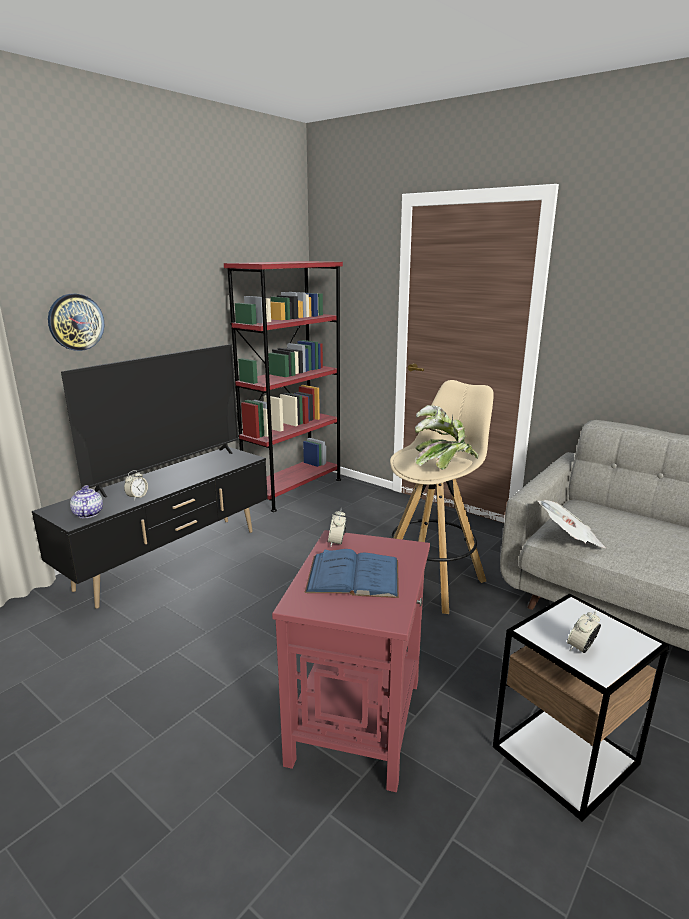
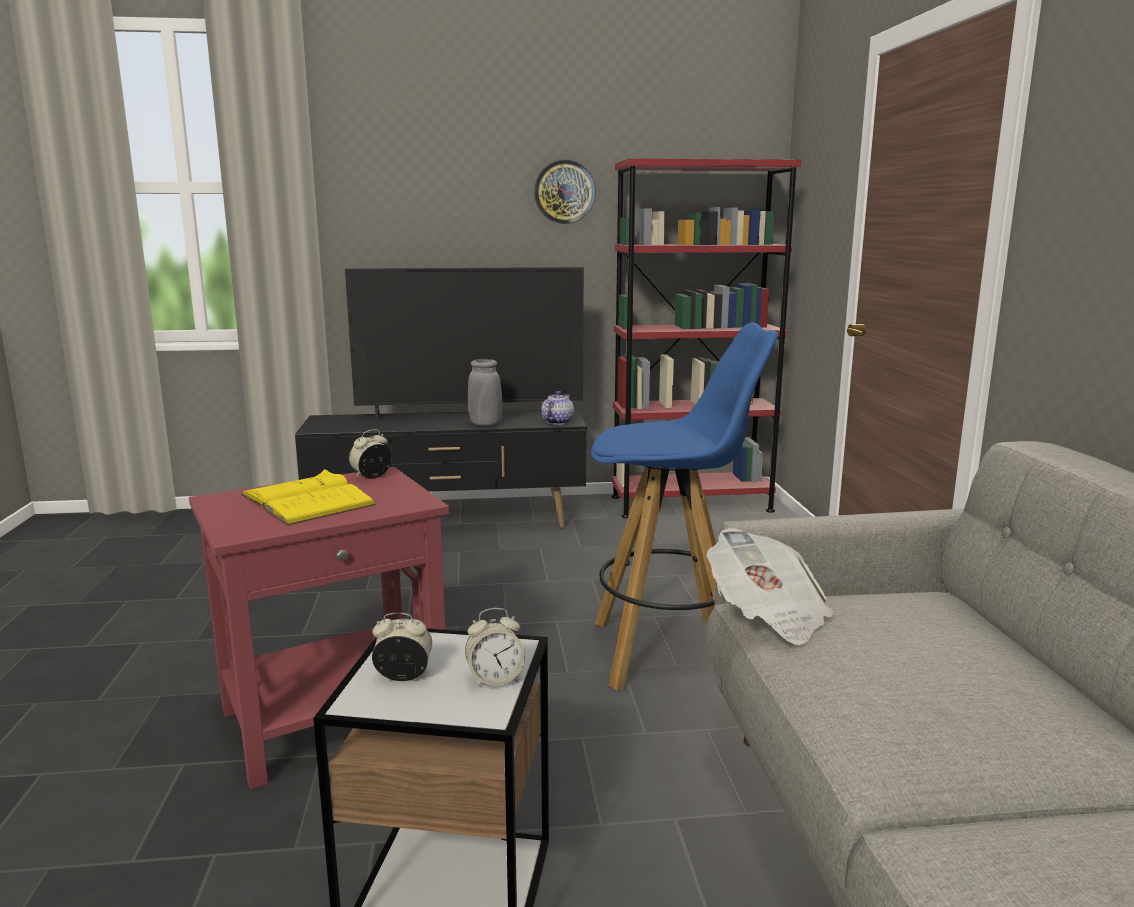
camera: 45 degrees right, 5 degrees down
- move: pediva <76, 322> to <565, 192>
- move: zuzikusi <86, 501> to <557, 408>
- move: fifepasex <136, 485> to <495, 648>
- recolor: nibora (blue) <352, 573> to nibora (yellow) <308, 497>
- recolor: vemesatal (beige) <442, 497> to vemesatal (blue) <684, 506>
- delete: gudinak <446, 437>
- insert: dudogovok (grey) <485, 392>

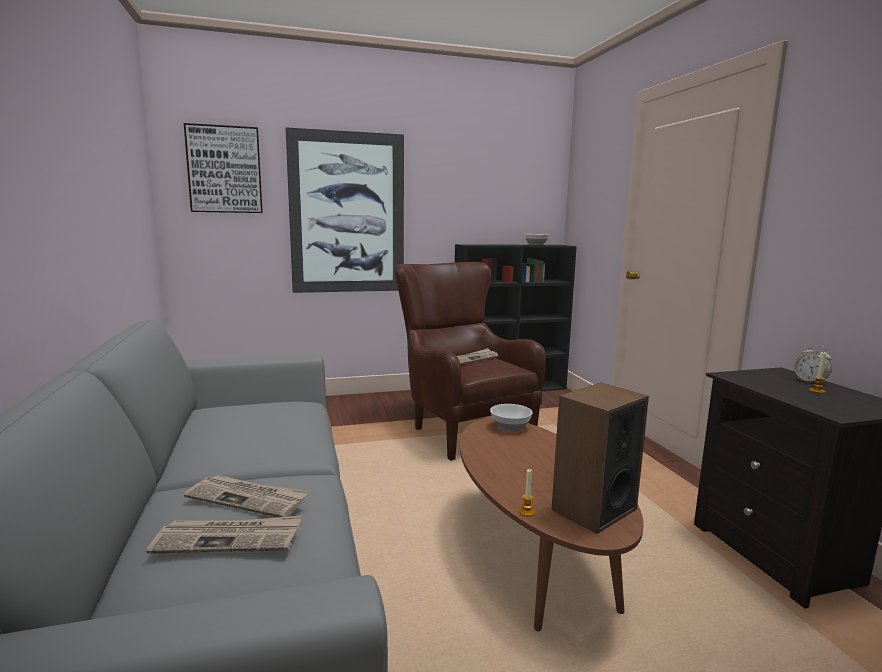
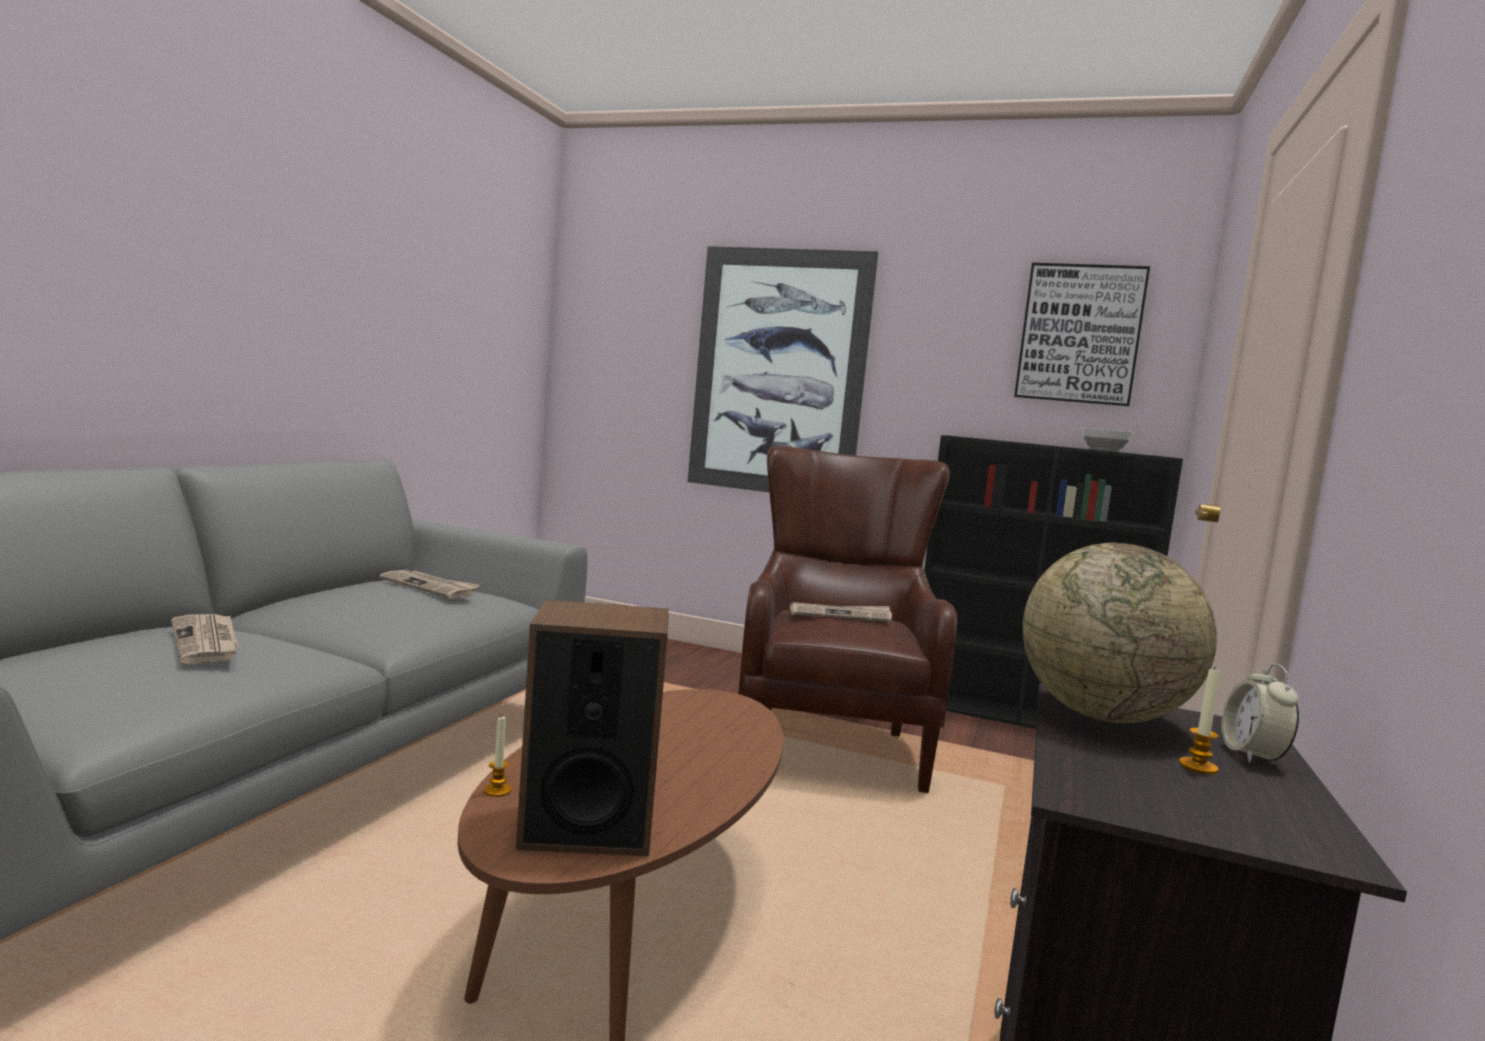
camera: 35 degrees right, 5 degrees down
- move: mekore <224, 534> to <429, 584>
- move: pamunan <223, 168> to <1082, 334>
- delete: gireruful <511, 418>
- insert: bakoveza <1120, 632>

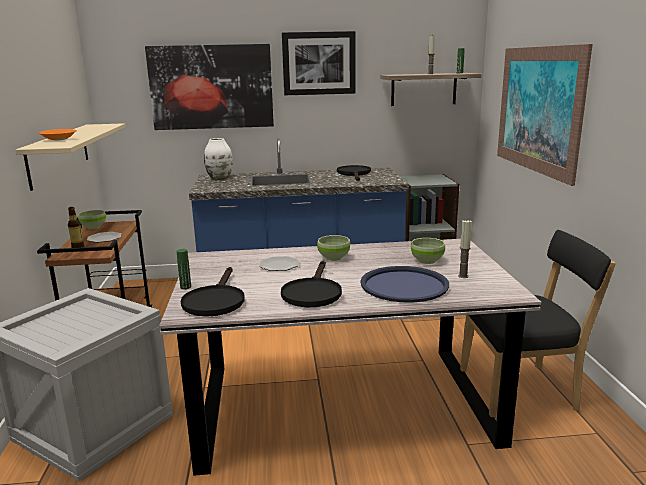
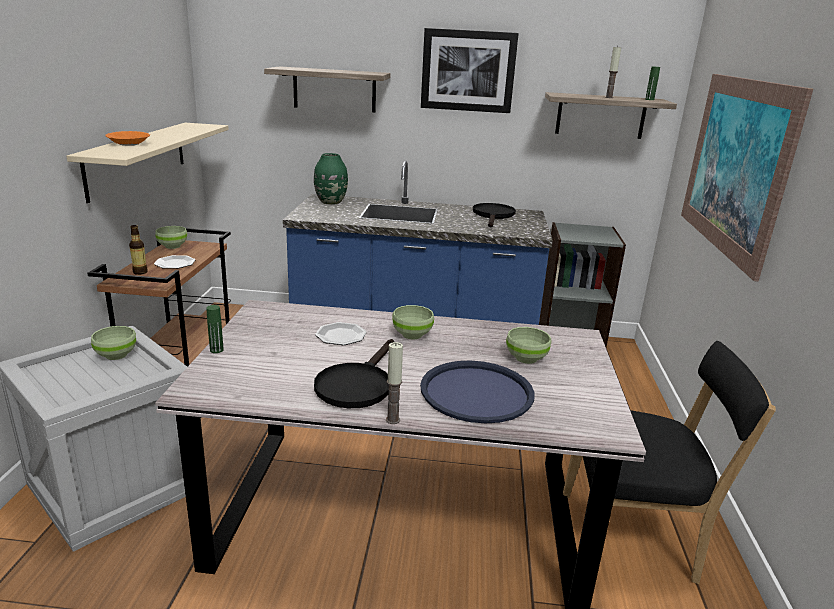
camera: 10 degrees right, 5 degrees up
- replace: pamunan <209, 87> to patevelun <327, 89>
- delete: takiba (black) <213, 292>
- recolor: dudogovok (white) <218, 159> to dudogovok (green) <331, 179>
- move: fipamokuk <465, 249> to <394, 383>
- insert: gireruful (green) <113, 343>

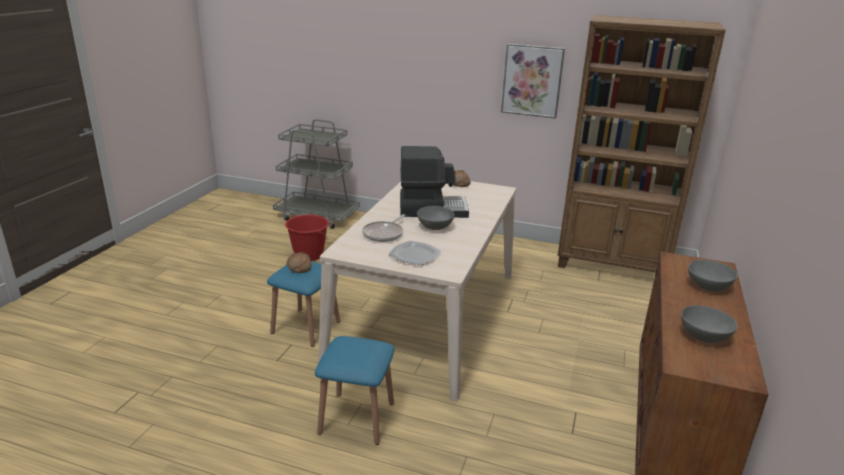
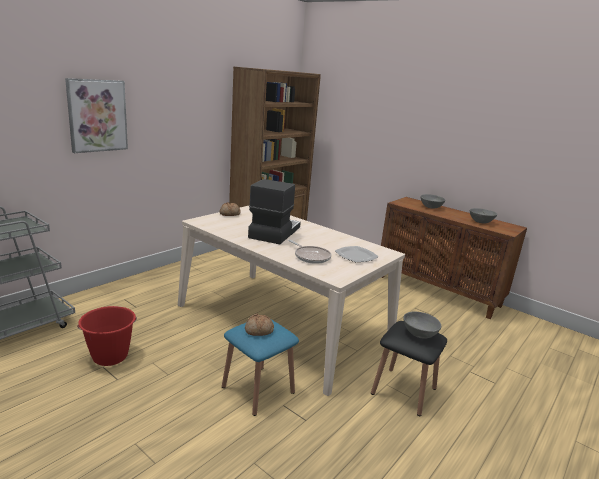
camera: 70 degrees left, 5 degrees down
- recolor: vemesatal (blue) <355, 390> to vemesatal (black) <409, 368>
- move: gireruful (grey) <436, 218> to <422, 325>
- move: pamunan <533, 81> to <96, 115>

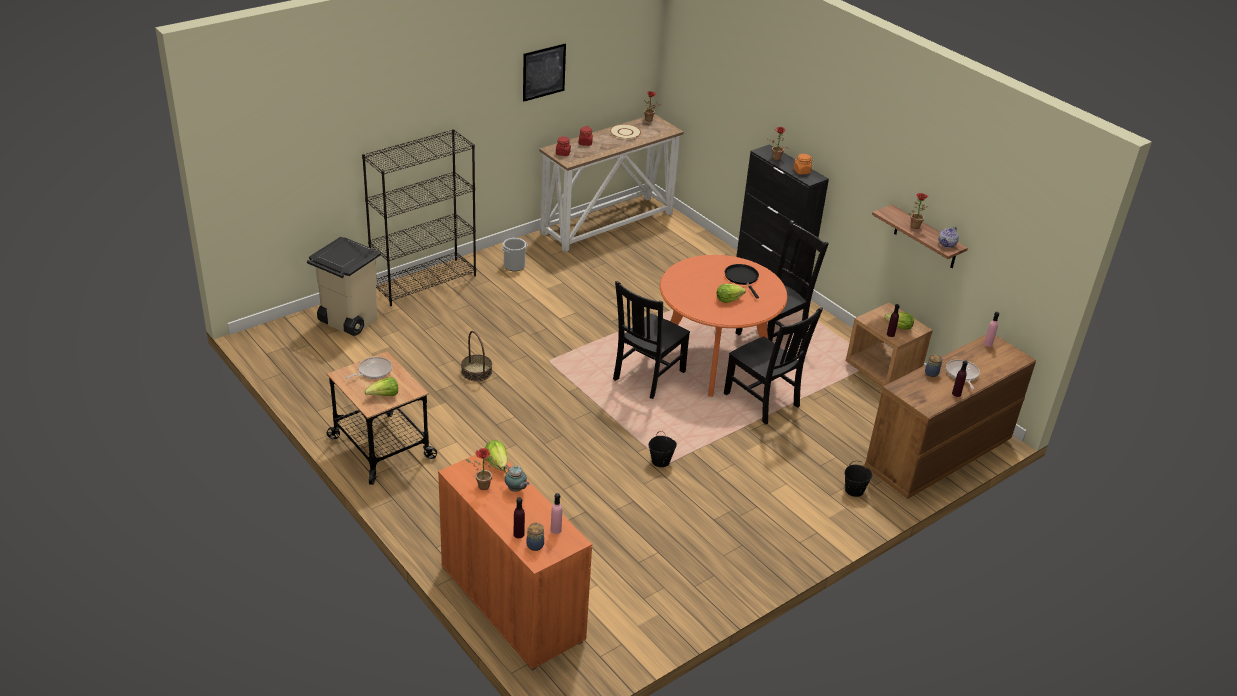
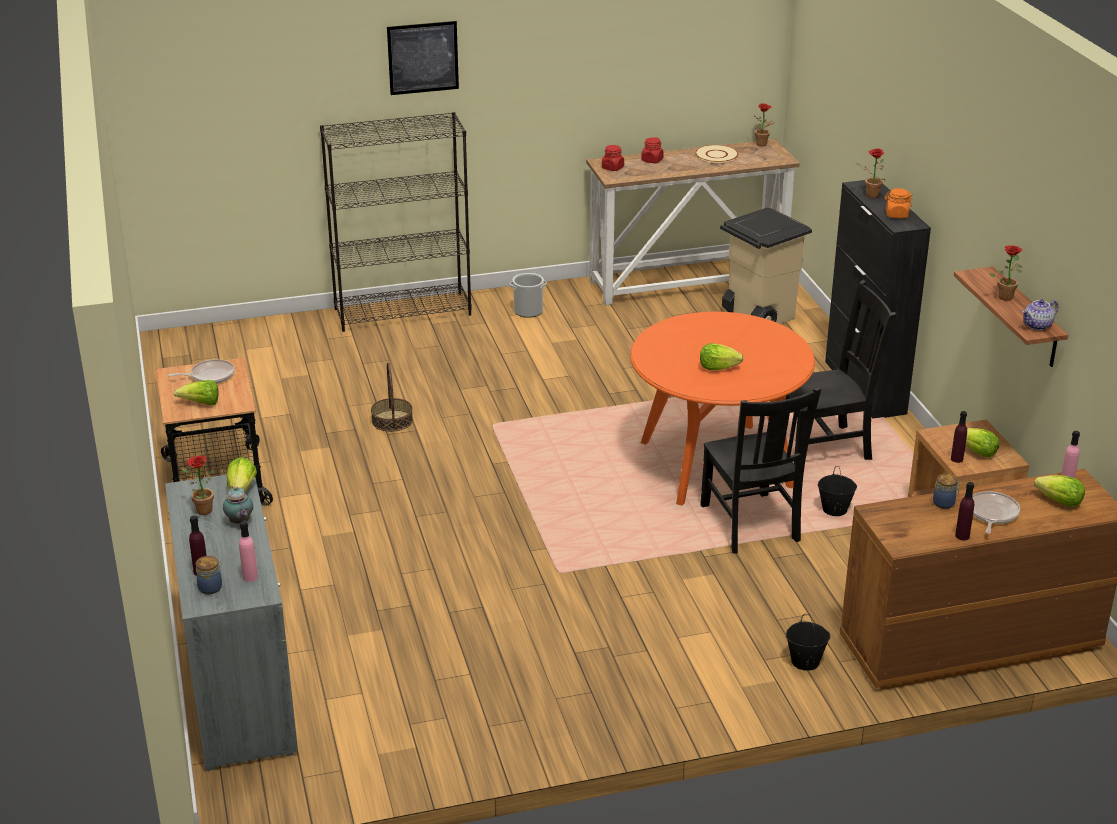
camera: 25 degrees right, 5 degrees down
- move: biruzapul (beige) <344, 286> to <766, 265>
- recolor: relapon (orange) <515, 563> to relapon (grey) <231, 623>
- move: pamunan <544, 72> to <423, 58>
- delete: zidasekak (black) <651, 340>
- move: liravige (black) <662, 449> to <837, 491>
- delete: takiba (black) <742, 281>
- insert: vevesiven <1059, 491>

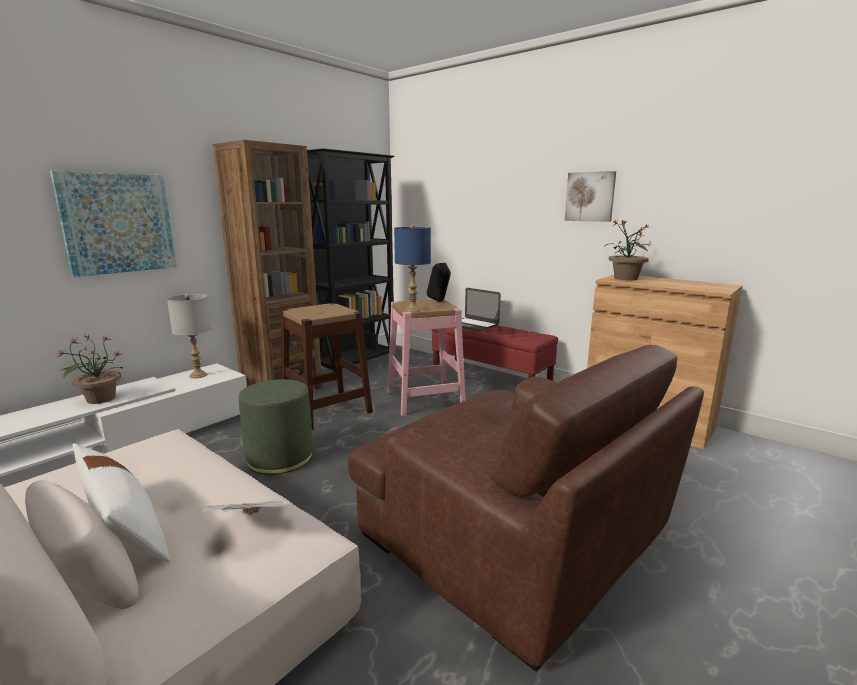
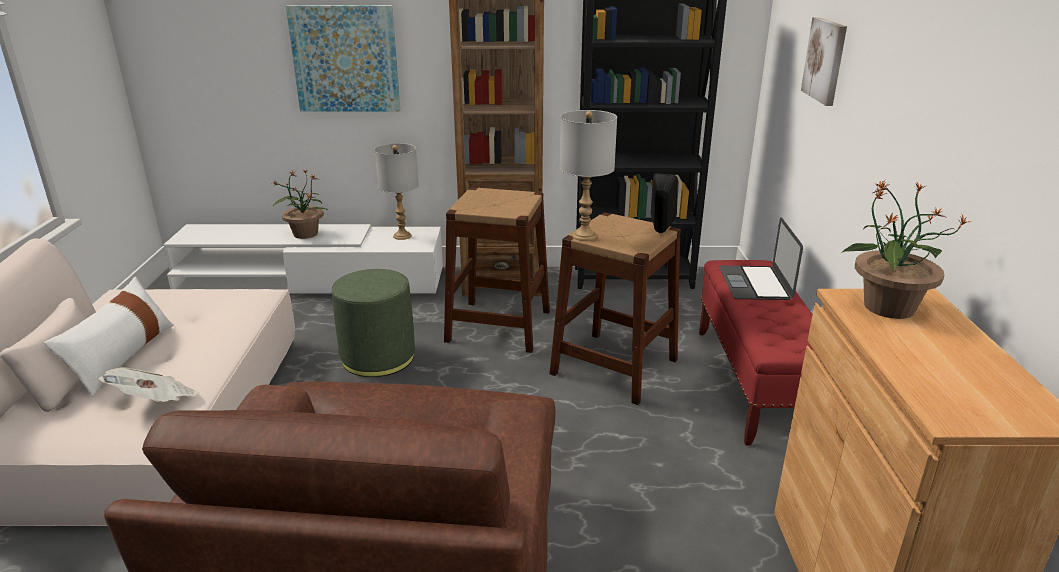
camera: 50 degrees right, 10 degrees up
- recolor: vemesatal (pink) <426, 357> to vemesatal (brown) <615, 308>
- recolor: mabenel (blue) <412, 268> to mabenel (grey) <588, 175>
- move: pamunan <590, 196> to <824, 61>

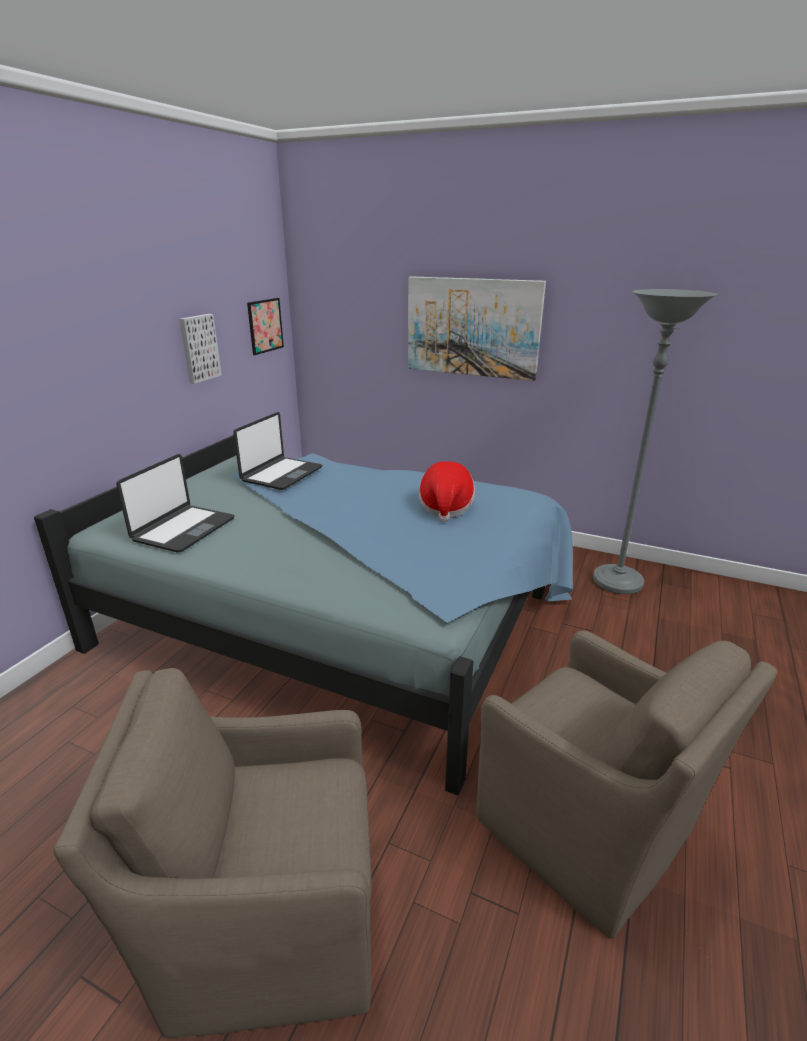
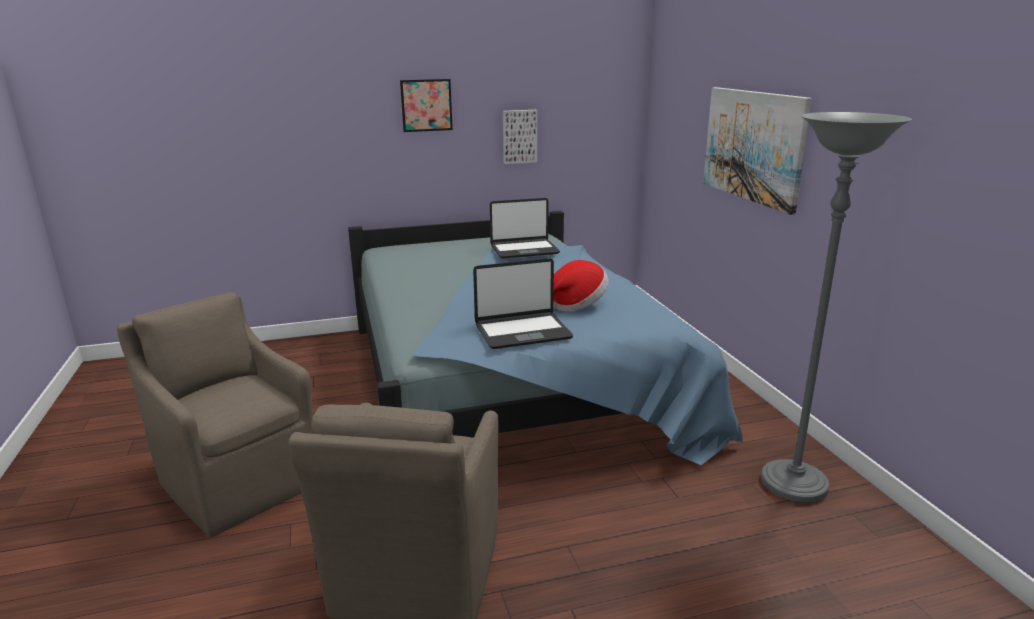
camera: 50 degrees right, 5 degrees down
- move: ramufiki <175, 503> to <523, 303>
- move: pamunan <265, 326> to <426, 105>

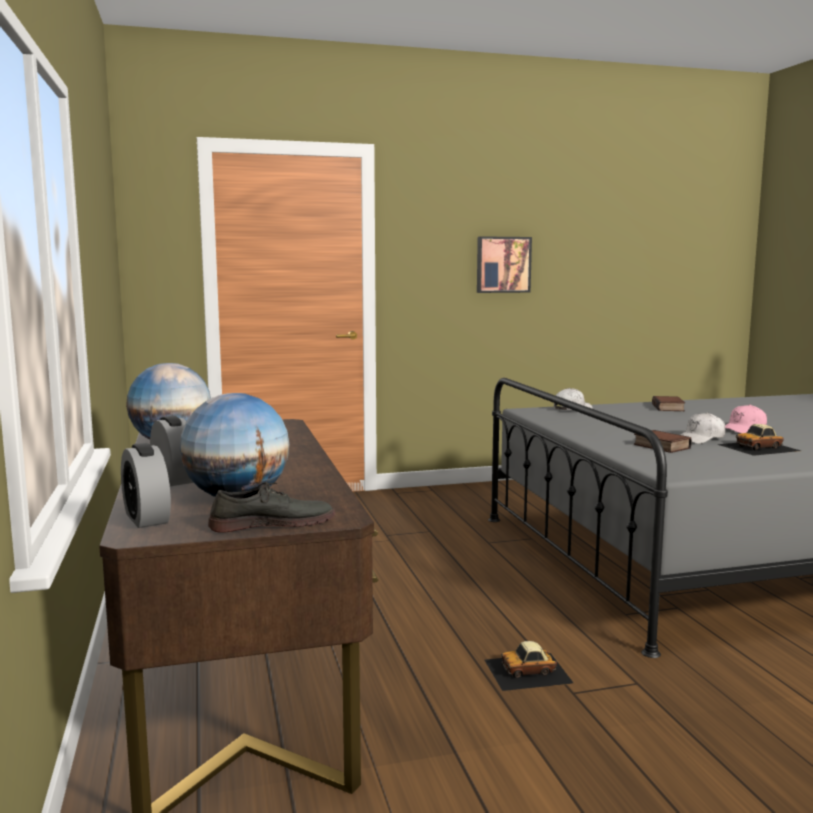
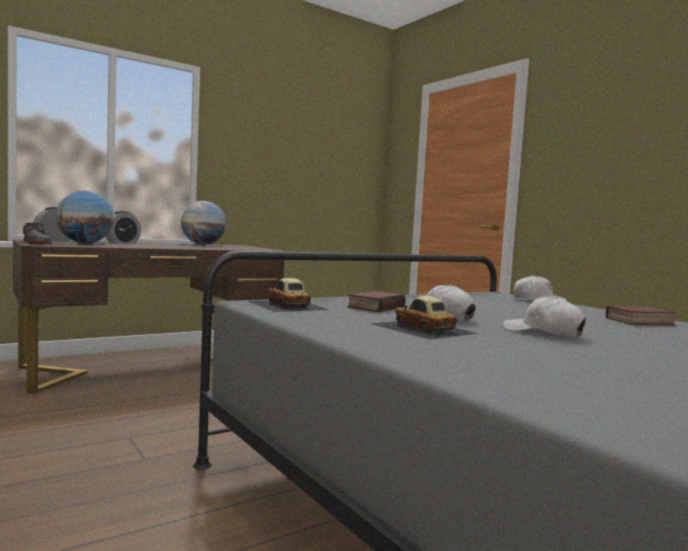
camera: 70 degrees right, 5 degrees down
- delete: pamunan <504, 264>
- move: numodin <529, 666> to <288, 295>
- recolor: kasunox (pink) <746, 419> to kasunox (white) <544, 316>

